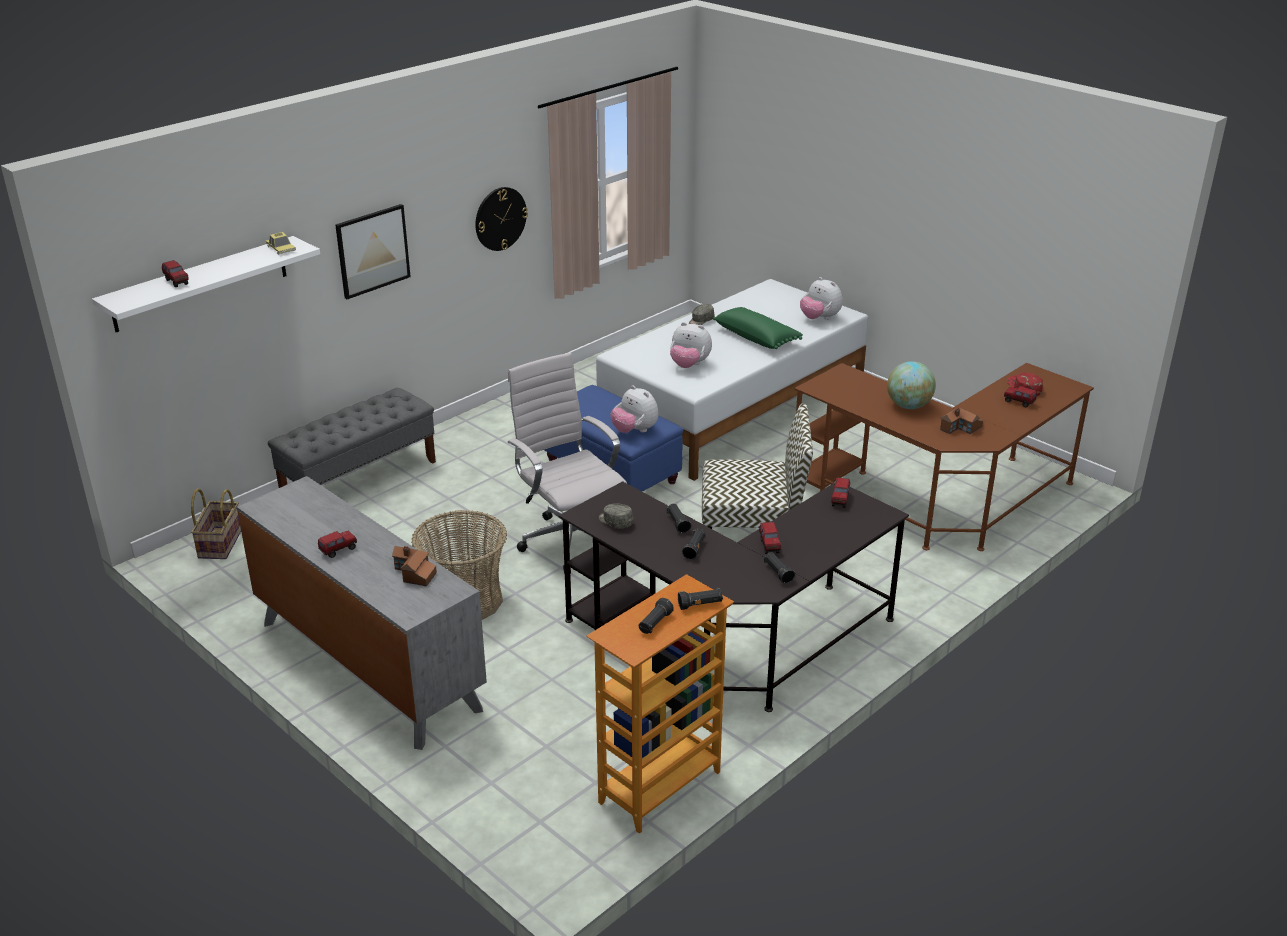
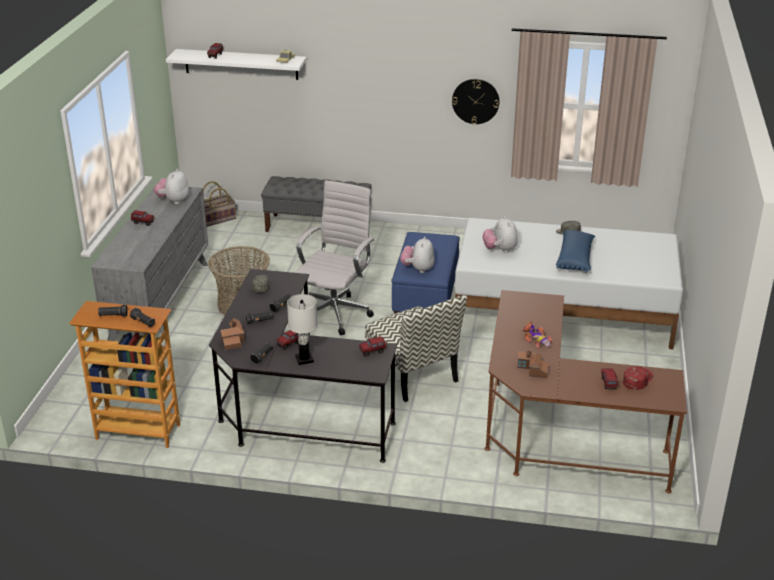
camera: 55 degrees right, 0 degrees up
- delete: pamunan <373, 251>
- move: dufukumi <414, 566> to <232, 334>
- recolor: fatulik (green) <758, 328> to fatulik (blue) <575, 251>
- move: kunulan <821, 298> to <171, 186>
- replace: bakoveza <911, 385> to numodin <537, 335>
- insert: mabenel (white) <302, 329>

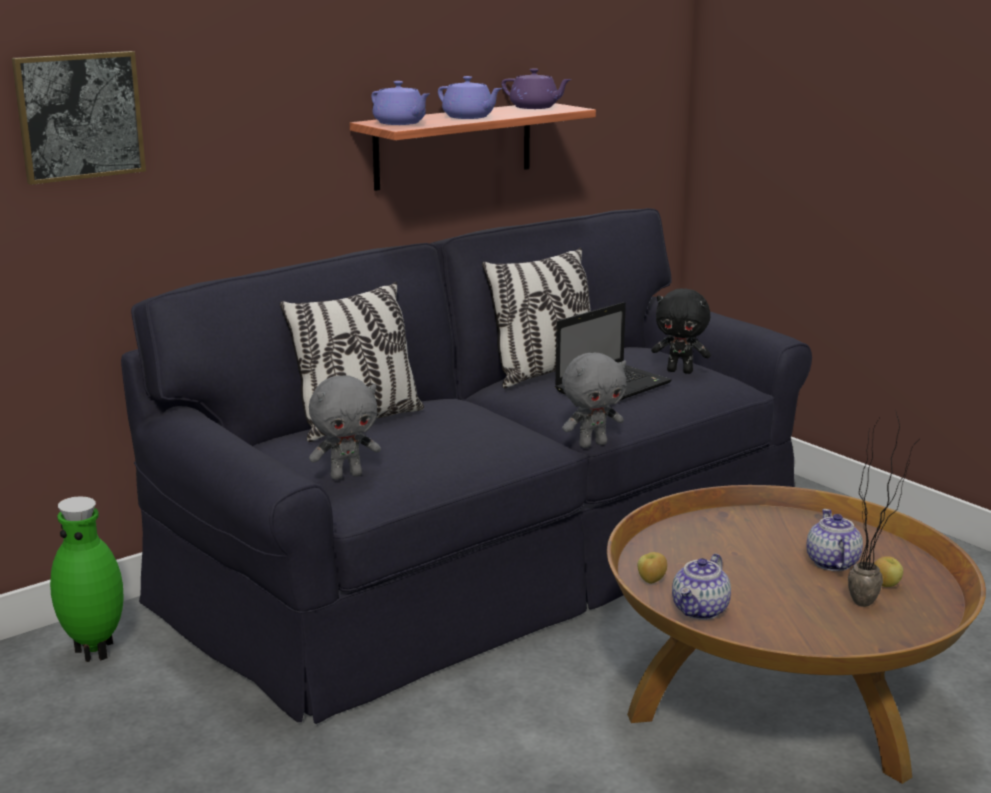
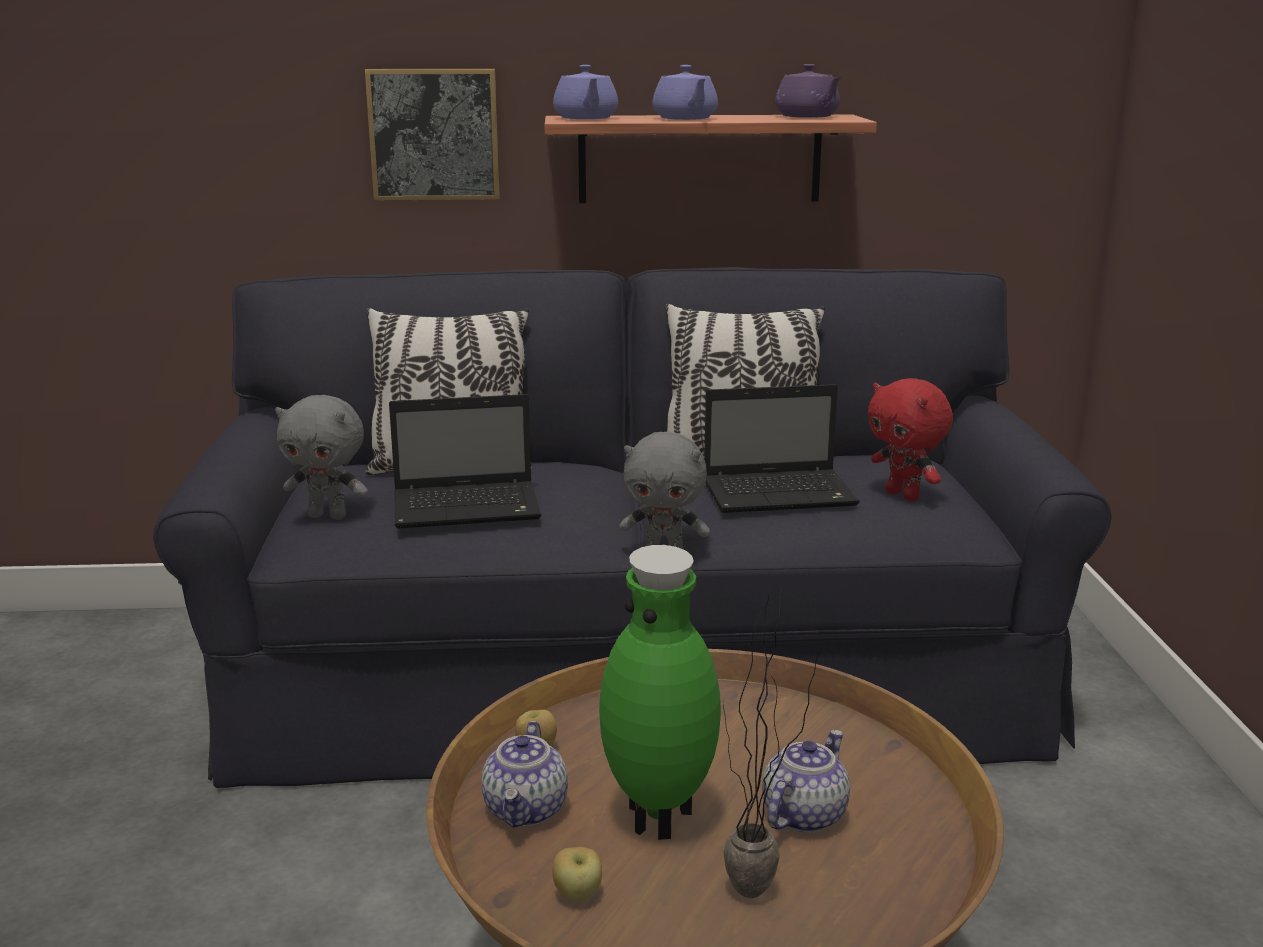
camera: 35 degrees right, 0 degrees up
- move: pamunan <79, 118> to <432, 134>
- move: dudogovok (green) <87, 579> to <660, 692>
- recolor: kunulan (black) <681, 331> to kunulan (red) <910, 439>
- rotate: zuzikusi <701, 586> = <524, 774> 60 degrees counterclockwise
- move: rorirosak <888, 571> to <577, 874>
- insert: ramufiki <465, 461>

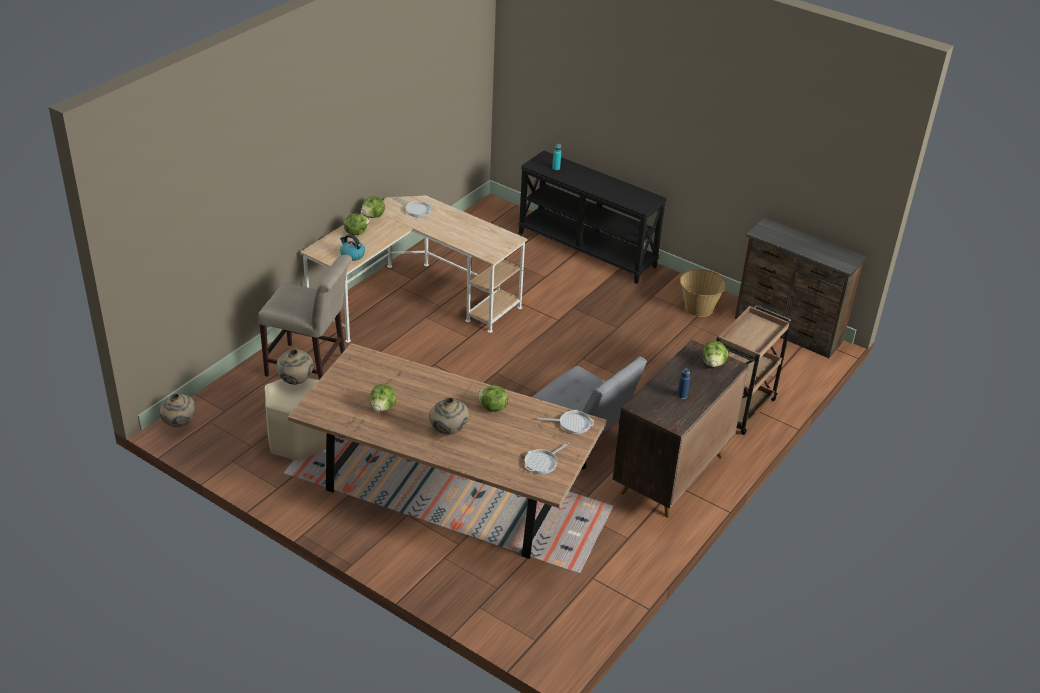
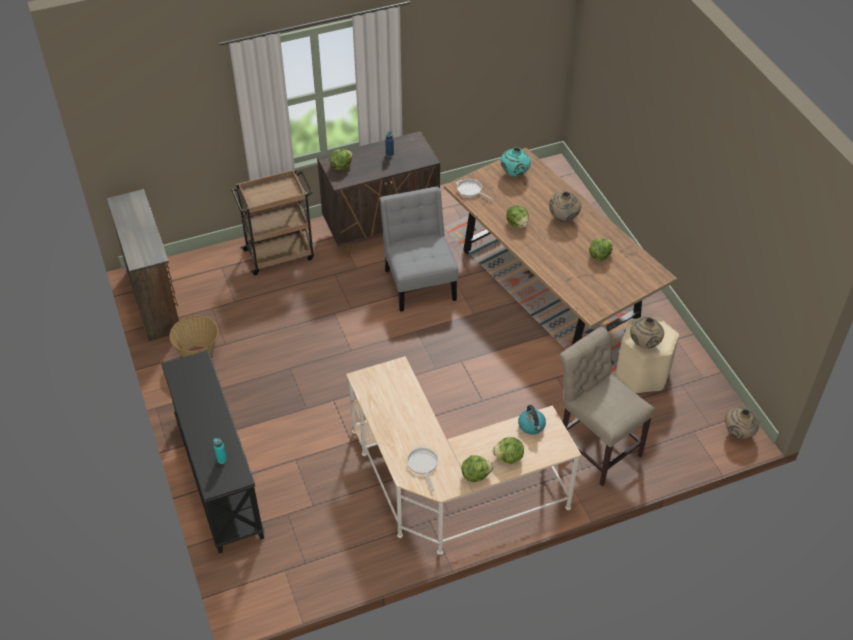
camera: 145 degrees left, 10 degrees up
- replace: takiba <547, 458> to dudogovok (turquoise) <516, 162>

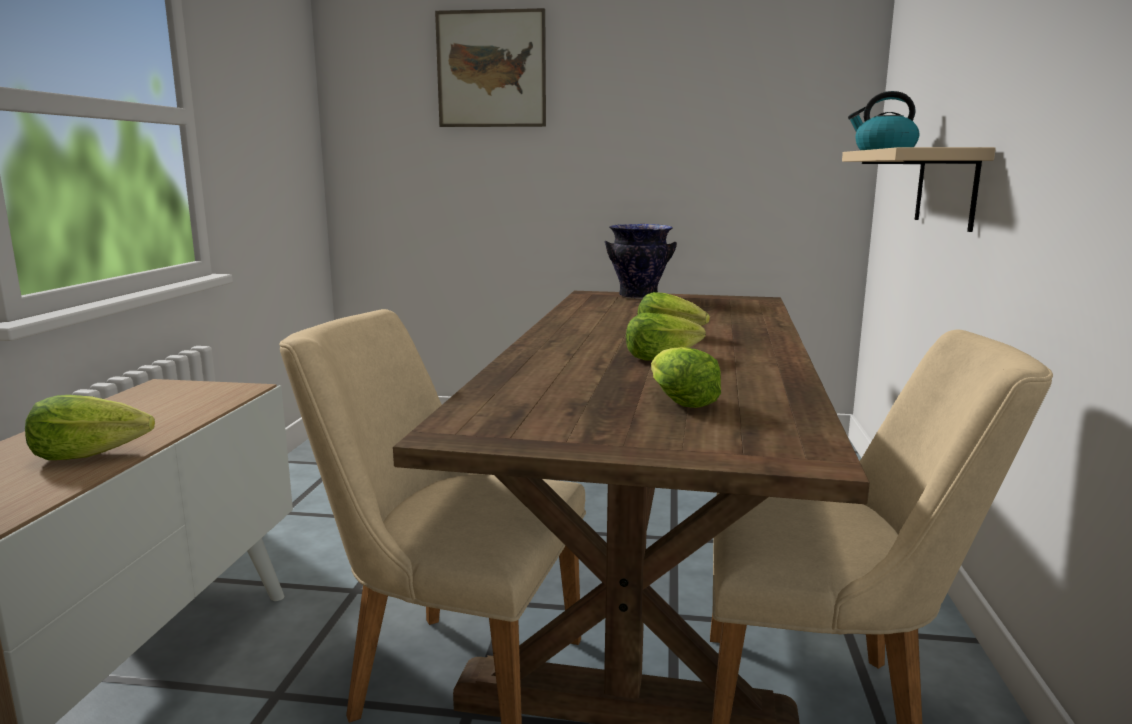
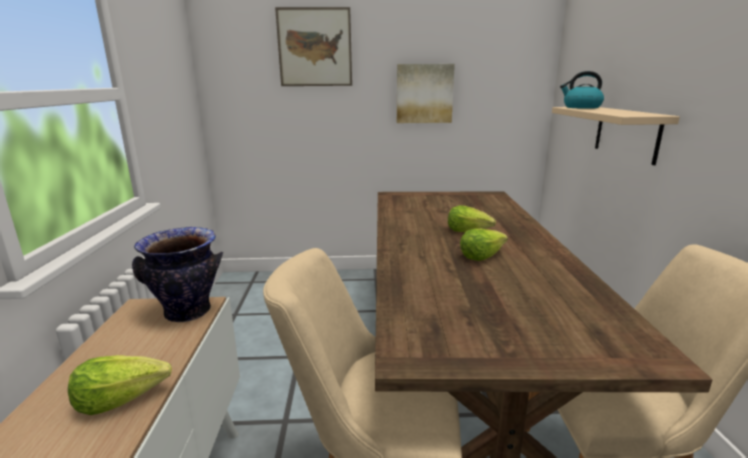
camera: 10 degrees left, 5 degrees up
- move: dudogovok <640, 261> to <177, 274>
- delete: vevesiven <686, 377>
- insert: pamunan <426, 93>

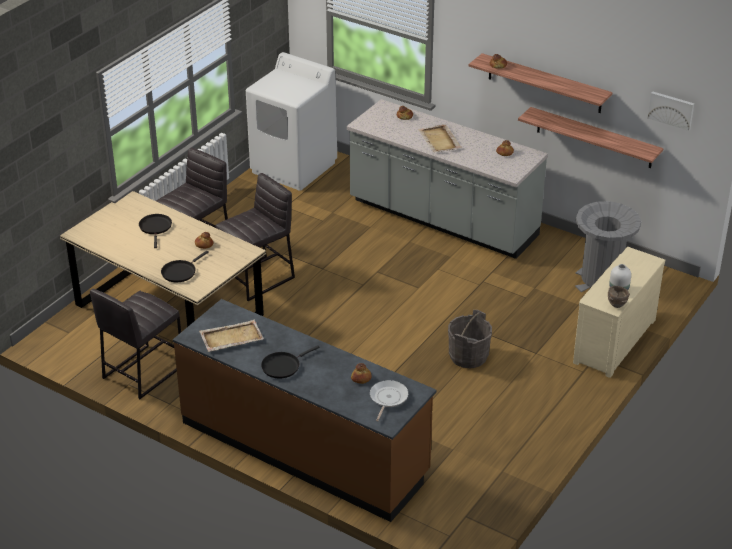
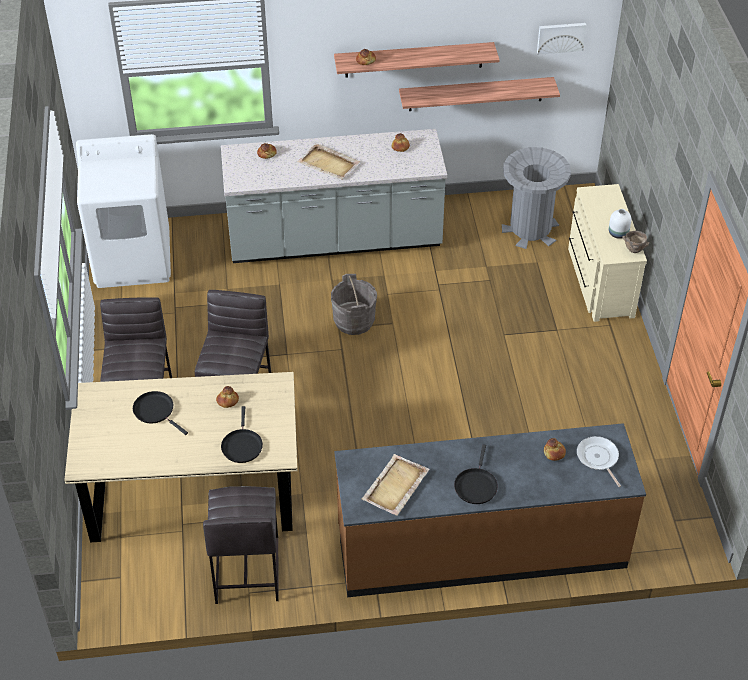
camera: 40 degrees left, 10 degrees up
- move: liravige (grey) <470, 339> to <354, 304>

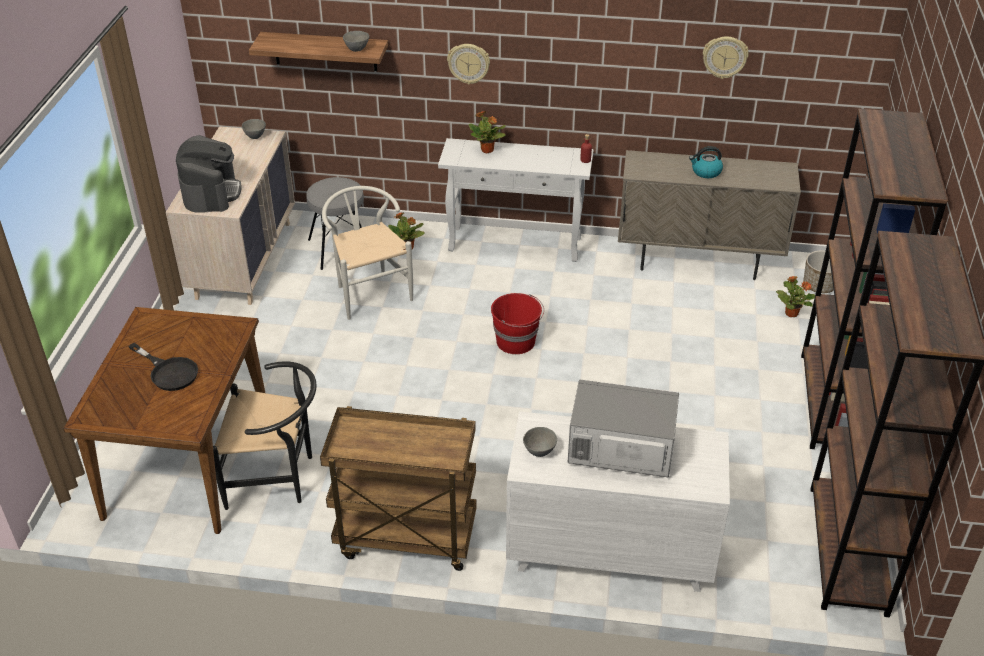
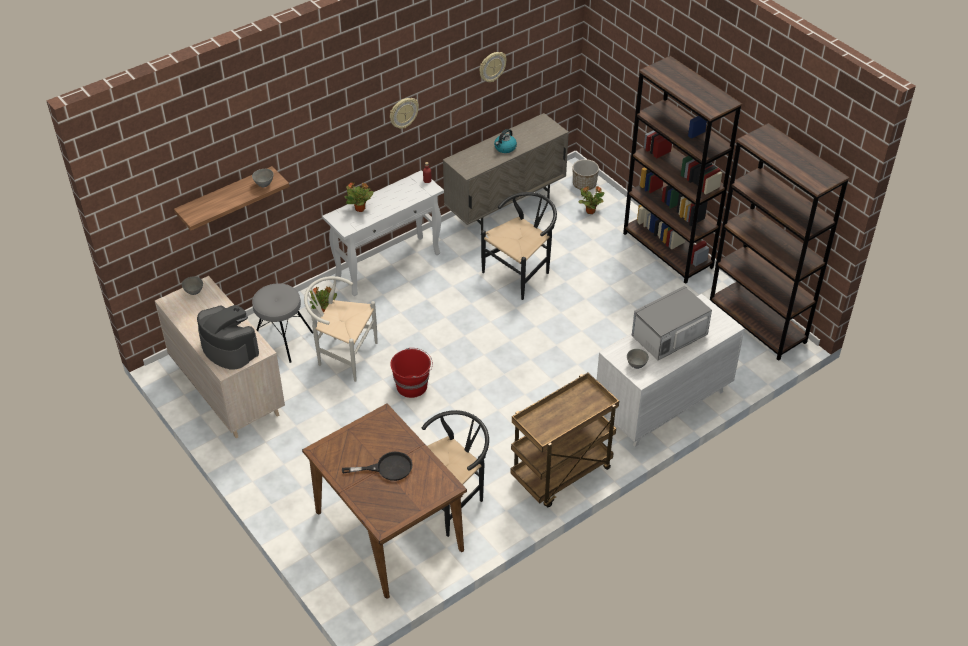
camera: 45 degrees left, 5 degrees up
- move: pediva <468, 64> to <404, 113>
- move: liravige (red) <517, 323> to <411, 373>
- insert: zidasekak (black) <519, 246>

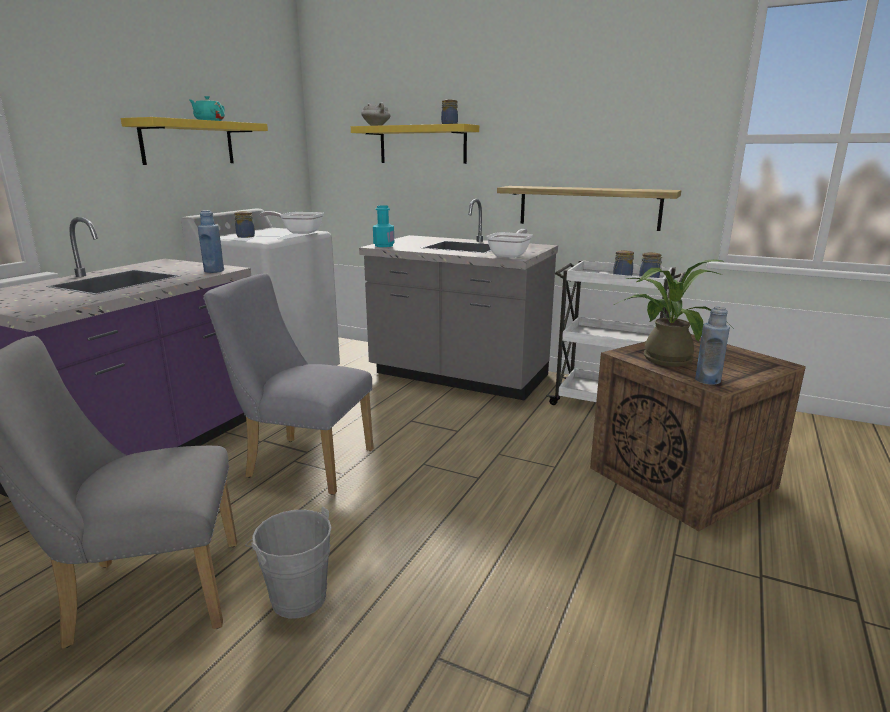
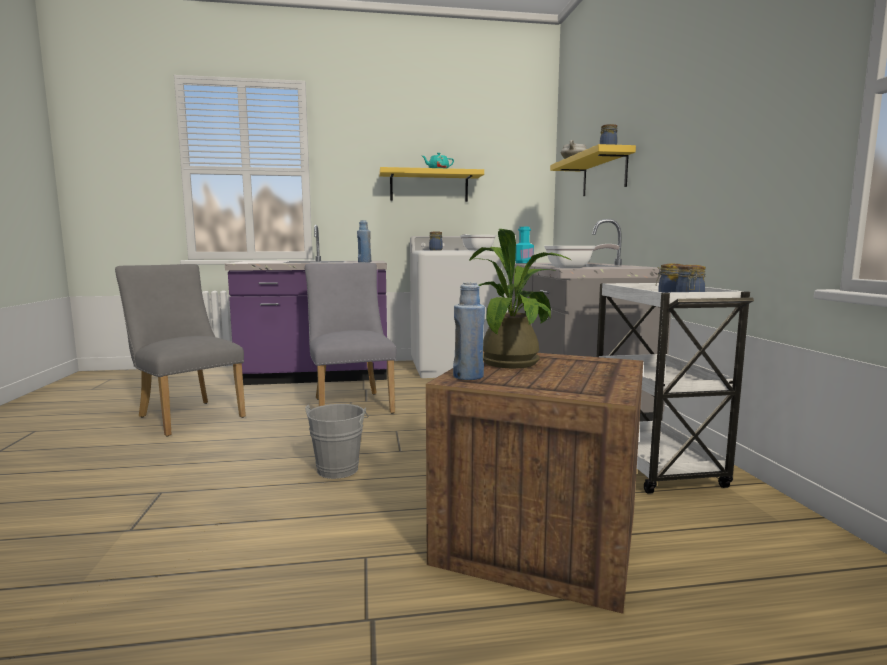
camera: 55 degrees right, 10 degrees down
- move: liravige (grey) <288, 562> to <337, 441>
- delete: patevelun <589, 208>

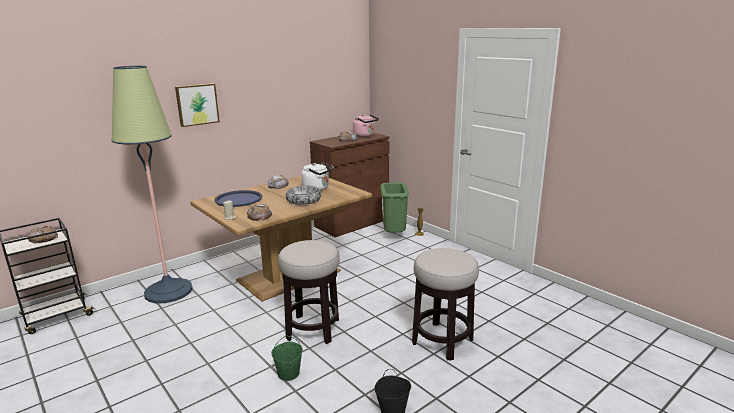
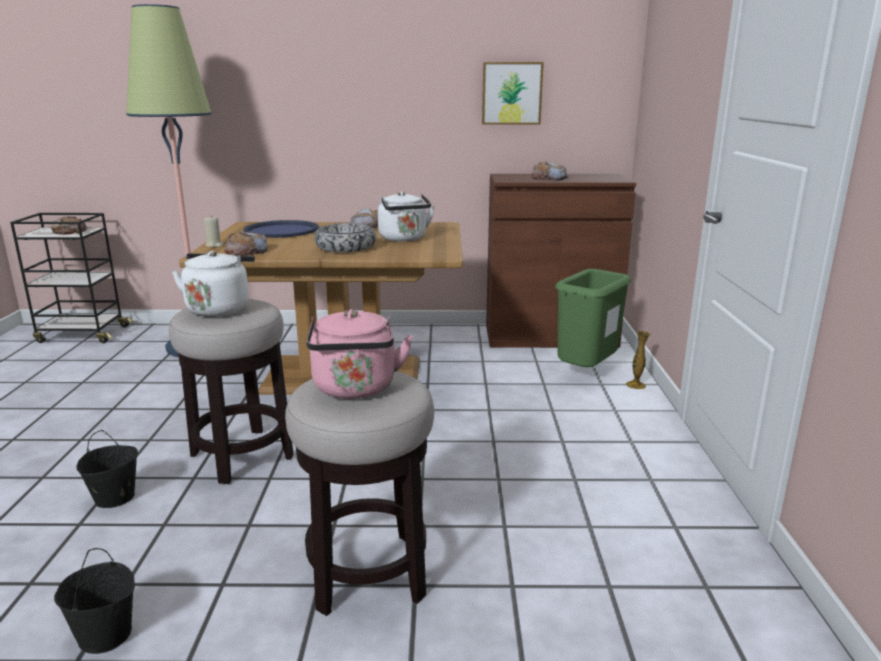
camera: 40 degrees right, 0 degrees up
- move: pamunan <197, 105> to <513, 93>
- recolor: liravige (green) <287, 358> to liravige (black) <107, 469>
- move: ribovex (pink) <366, 125> to <360, 354>
- insert: ribovex (white) <213, 284>

